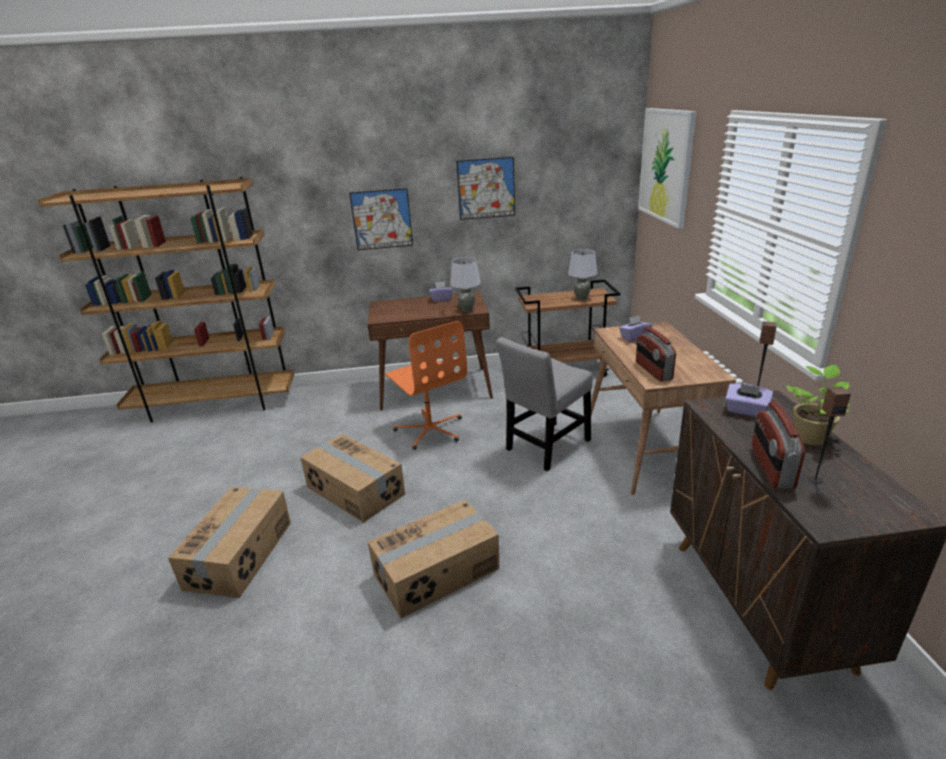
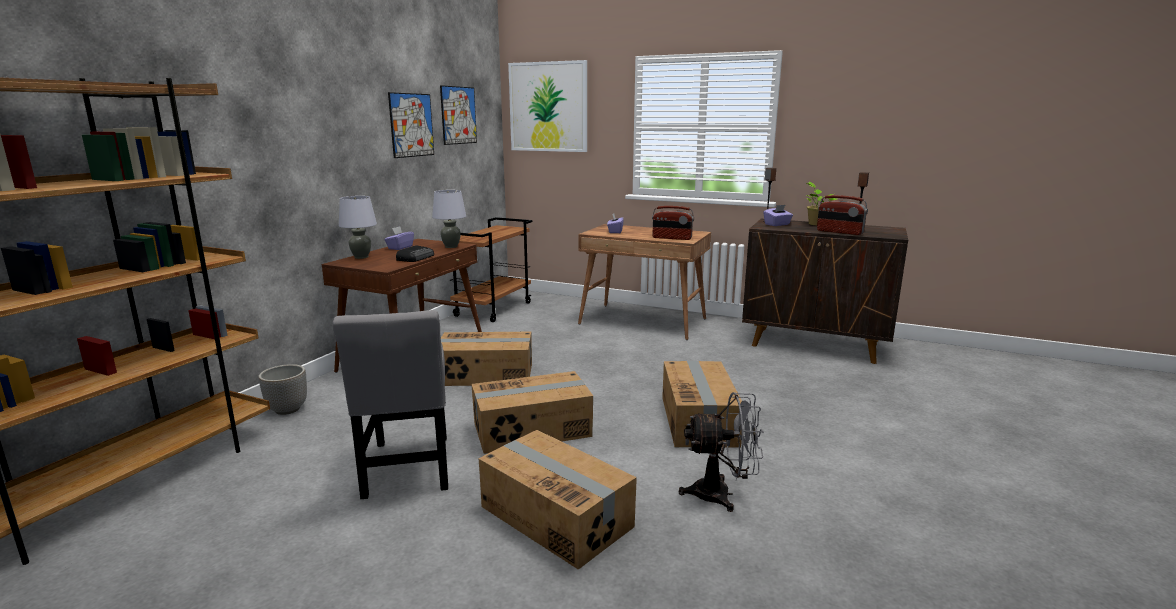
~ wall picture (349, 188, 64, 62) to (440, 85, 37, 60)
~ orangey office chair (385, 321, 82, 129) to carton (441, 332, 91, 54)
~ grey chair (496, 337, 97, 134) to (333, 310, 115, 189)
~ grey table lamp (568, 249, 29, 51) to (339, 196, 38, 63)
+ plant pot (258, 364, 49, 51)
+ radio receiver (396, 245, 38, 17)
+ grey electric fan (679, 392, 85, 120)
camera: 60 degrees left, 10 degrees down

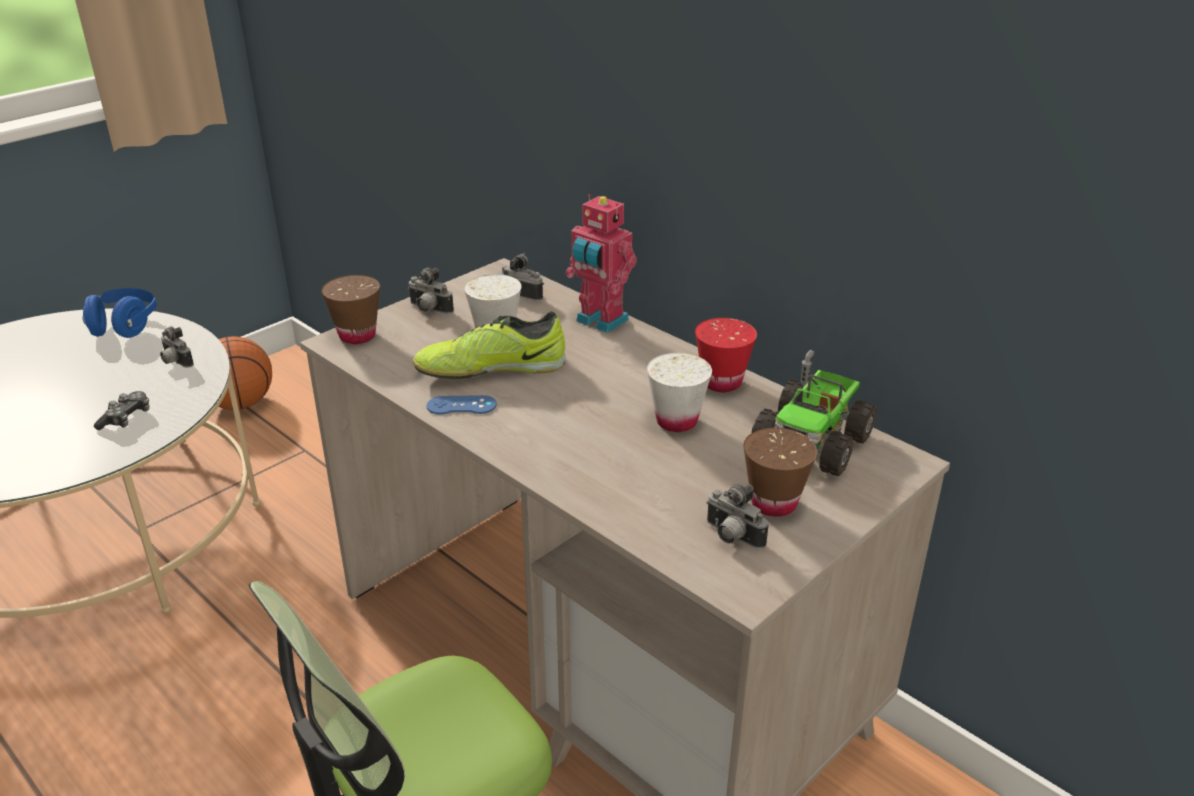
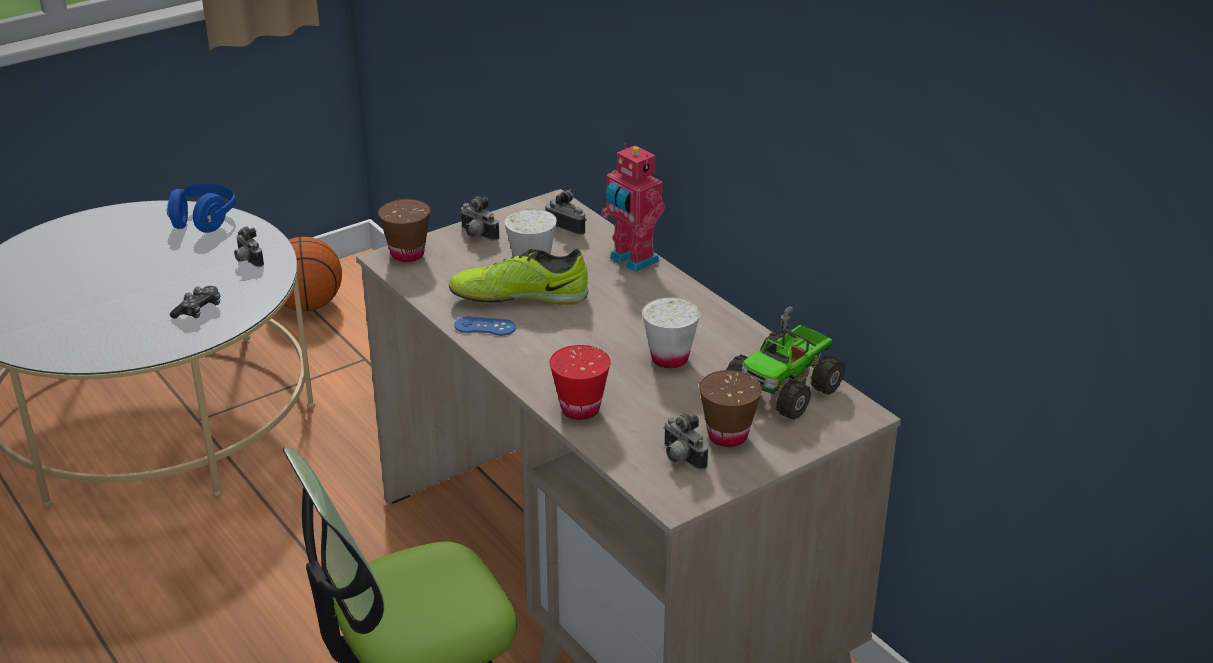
~ red drinking cup (695, 318, 62, 75) to (550, 345, 61, 75)
camera: 10 degrees right, 0 degrees up

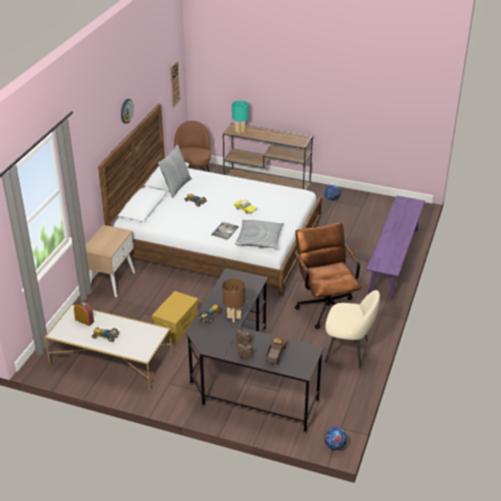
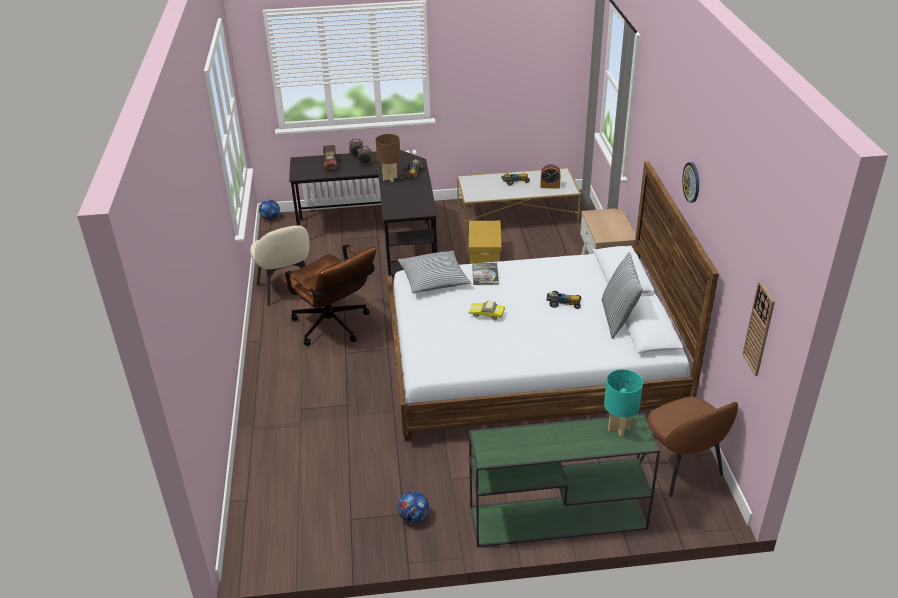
~ brown hall table (223, 123, 90, 67) to greenish hall table (469, 413, 191, 134)
~ beige-coloured chair (325, 290, 55, 79) = (250, 225, 60, 81) 105 degrees counterclockwise
- purplish long seat (366, 195, 59, 105)
camera: 155 degrees right, 0 degrees up

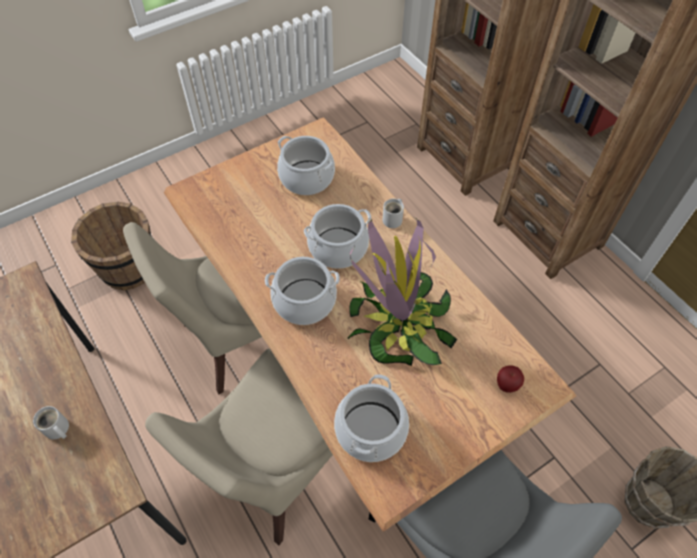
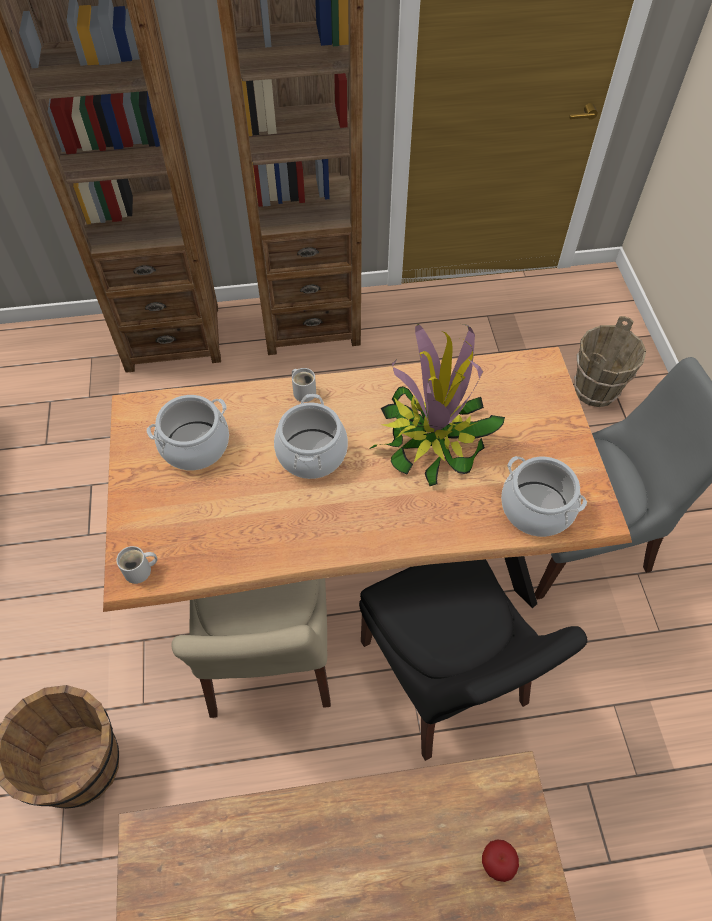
~ whitish tea mug (33, 406, 36, 33) to (116, 546, 41, 38)
~ beige-coloured chair (145, 349, 188, 196) to black-coloured chair (359, 559, 229, 202)
- saucepot (265, 257, 75, 68)
~ apple fruit (497, 365, 27, 28) to (482, 840, 37, 42)
camera: 65 degrees left, 0 degrees up

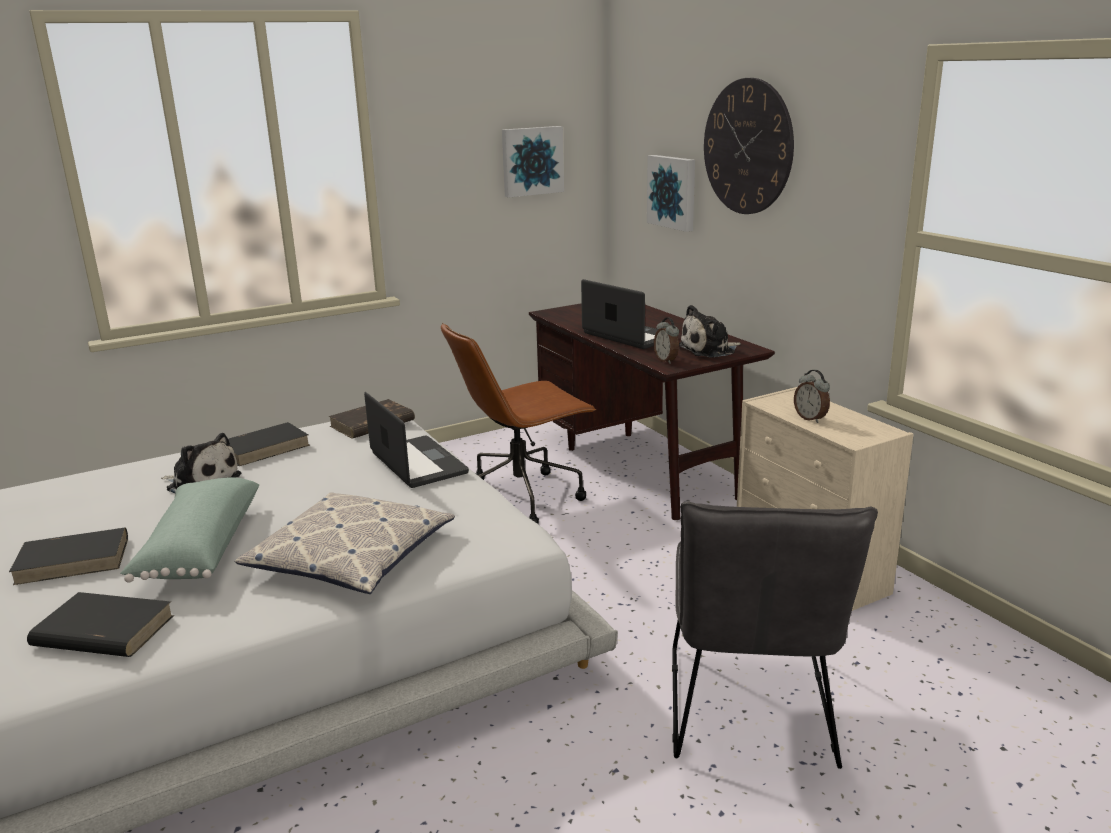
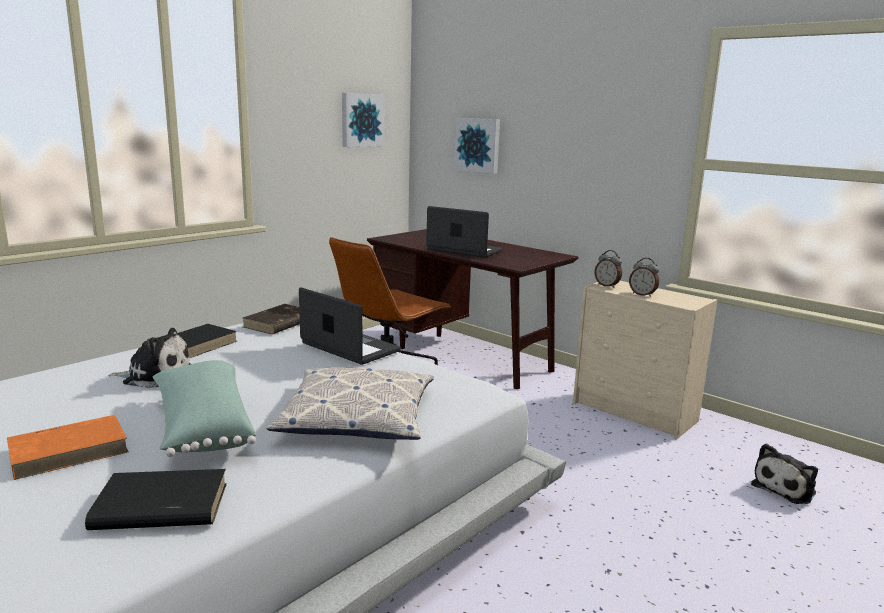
~ black-coloured bound book (9, 528, 119, 57) to orangey bound book (7, 415, 122, 65)
~ bedside clock (654, 317, 25, 47) to (595, 250, 27, 38)
- grey chair (672, 502, 206, 267)
~ cuddly toy (679, 305, 62, 53) to (751, 444, 67, 60)
- clock on the wall (704, 78, 90, 136)
camera: 20 degrees left, 5 degrees down

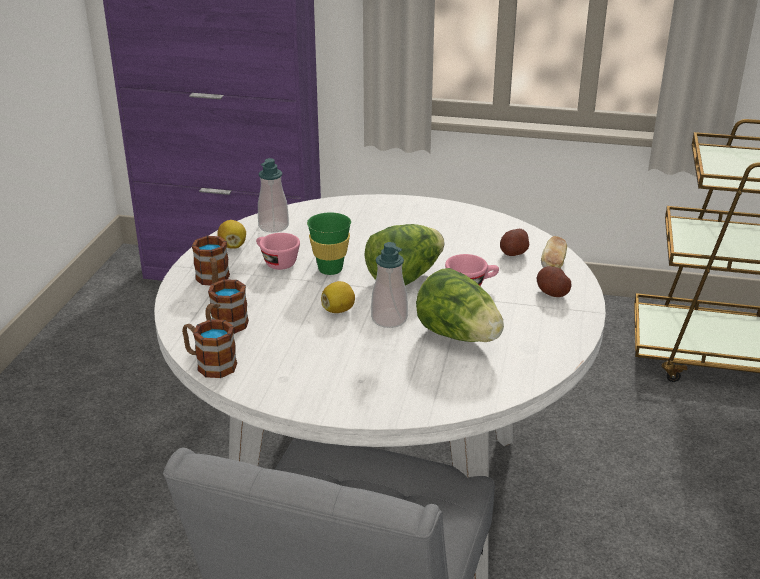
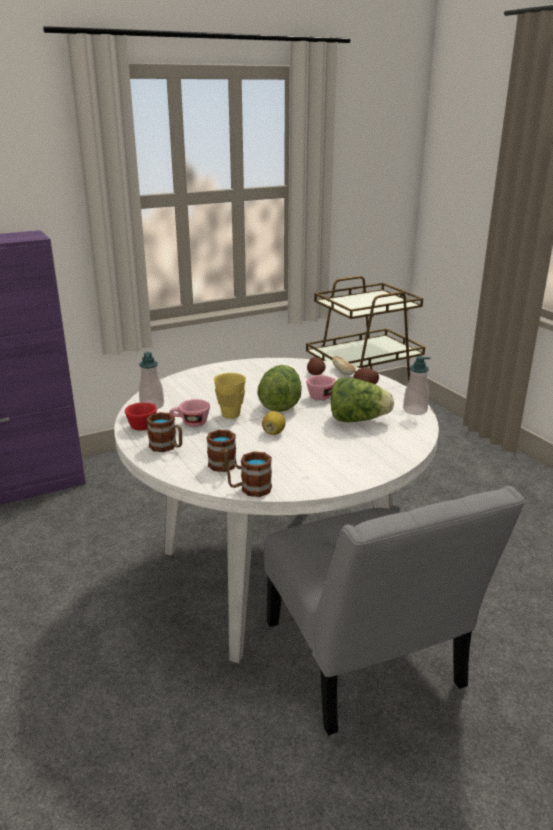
~ whole lemon (217, 220, 29, 29) to red drinking cup (125, 402, 32, 29)
~ greenish drinking cup (307, 213, 44, 62) to yellow-coloured drinking cup (213, 373, 33, 46)
~ liquid soap bottle (371, 242, 37, 86) to (403, 356, 28, 59)
camera: 40 degrees left, 5 degrees down

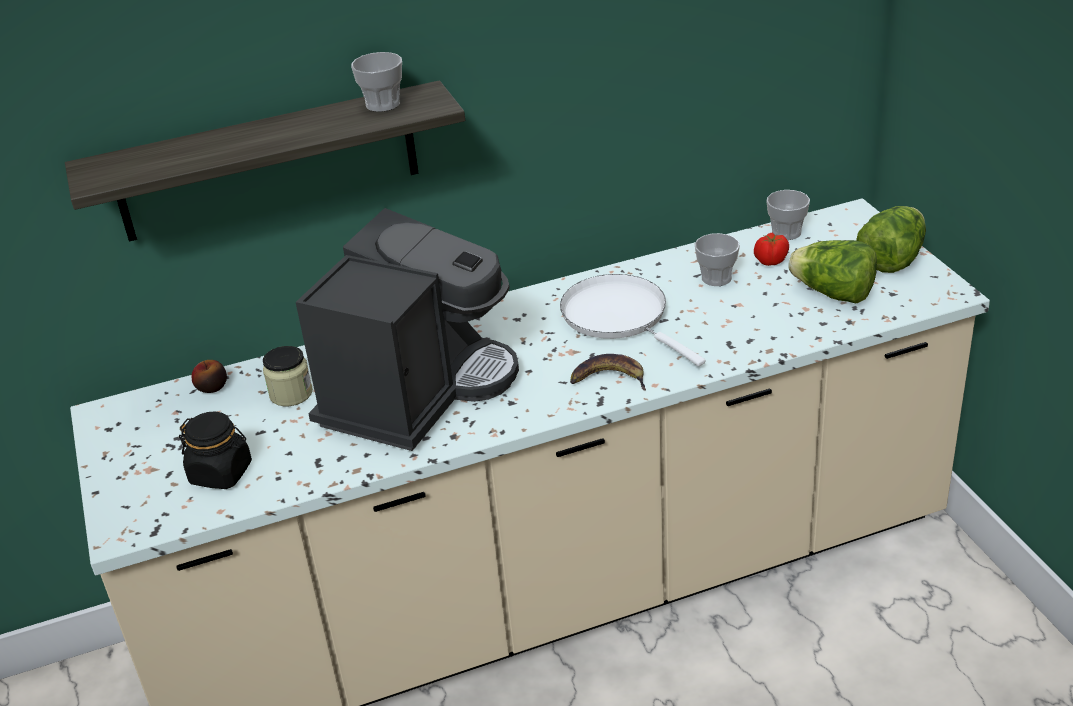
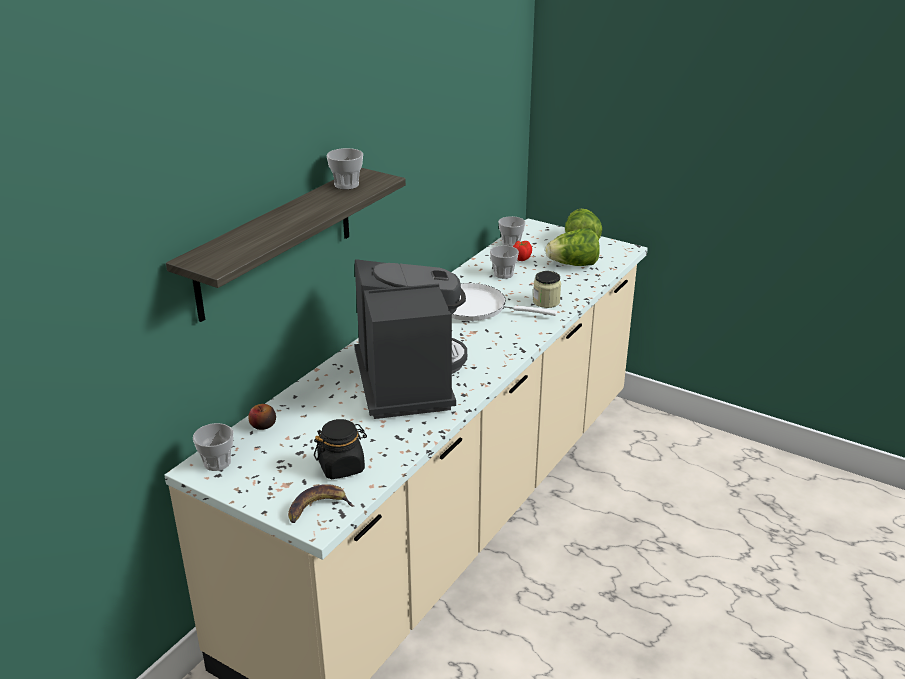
~ storage jar (263, 346, 50, 60) to (533, 271, 28, 37)
~ whole banana (570, 354, 76, 37) to (288, 484, 66, 39)
+ drinking cup (193, 423, 40, 48)
camera: 40 degrees left, 5 degrees down

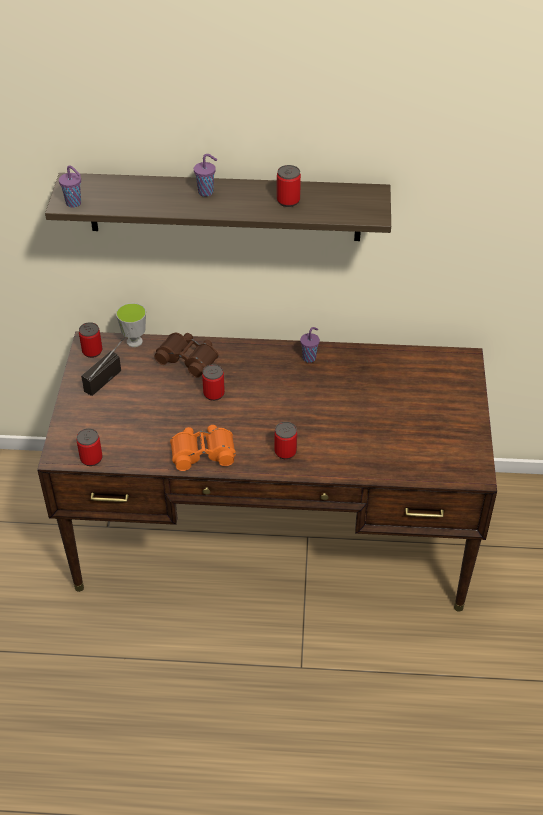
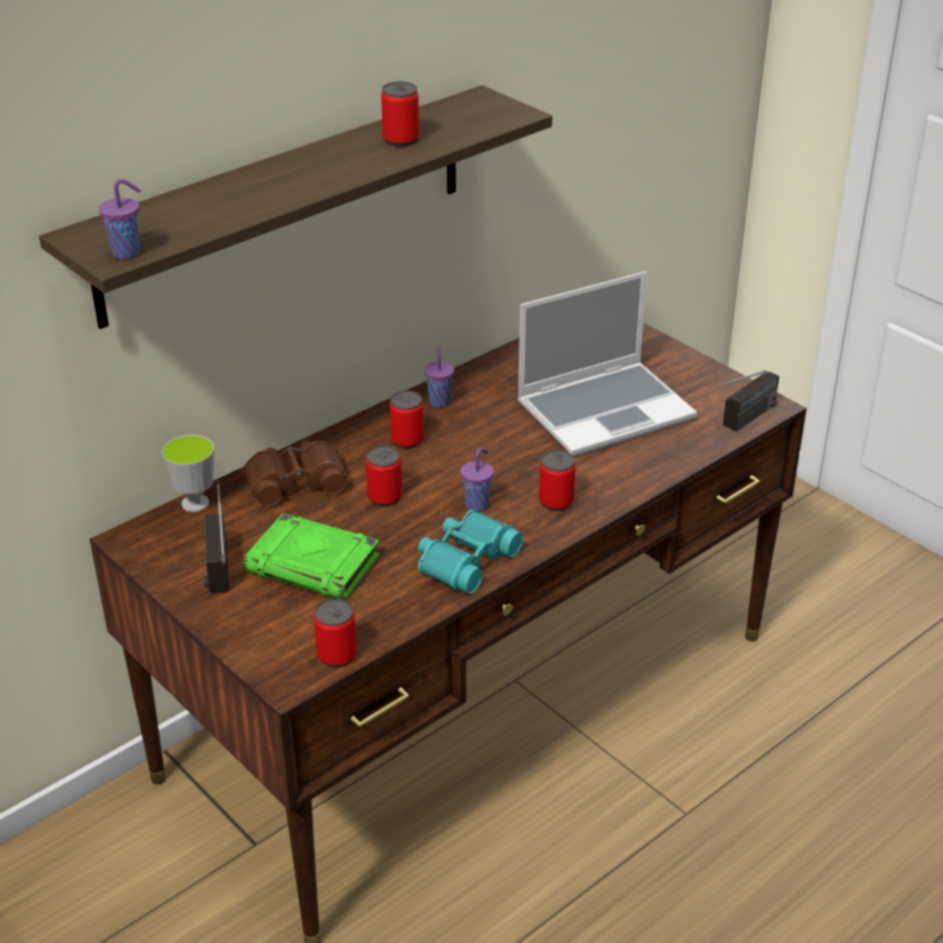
~ metal can (79, 322, 23, 36) to (390, 391, 34, 57)
~ orangey pair of binoculars (170, 425, 66, 46) to turquoise pair of binoculars (418, 510, 105, 84)
~ purplish drinking cup (194, 154, 23, 43) to (461, 447, 33, 65)
+ greenish bound book (243, 513, 137, 87)
+ notebook computer (517, 271, 180, 186)
+ radio receiver (707, 370, 72, 62)
camera: 45 degrees left, 10 degrees down

